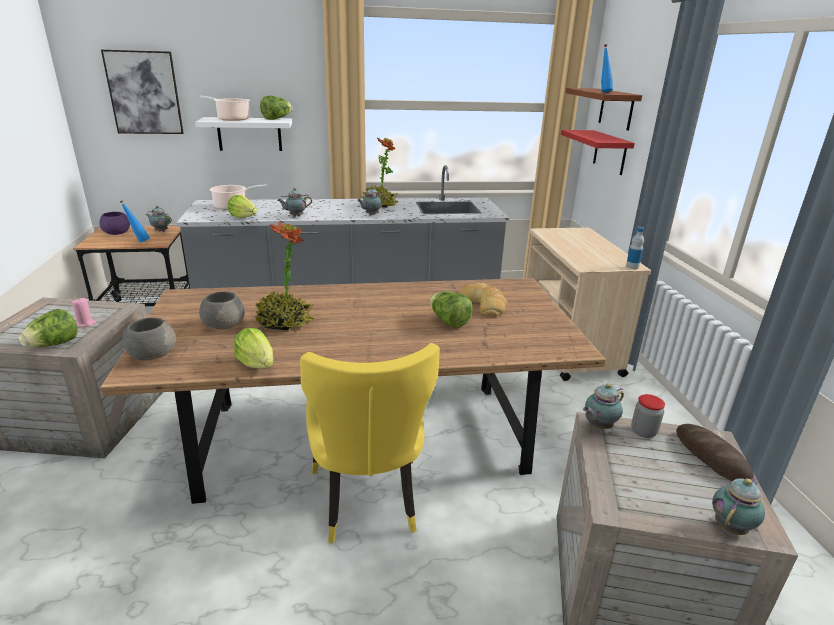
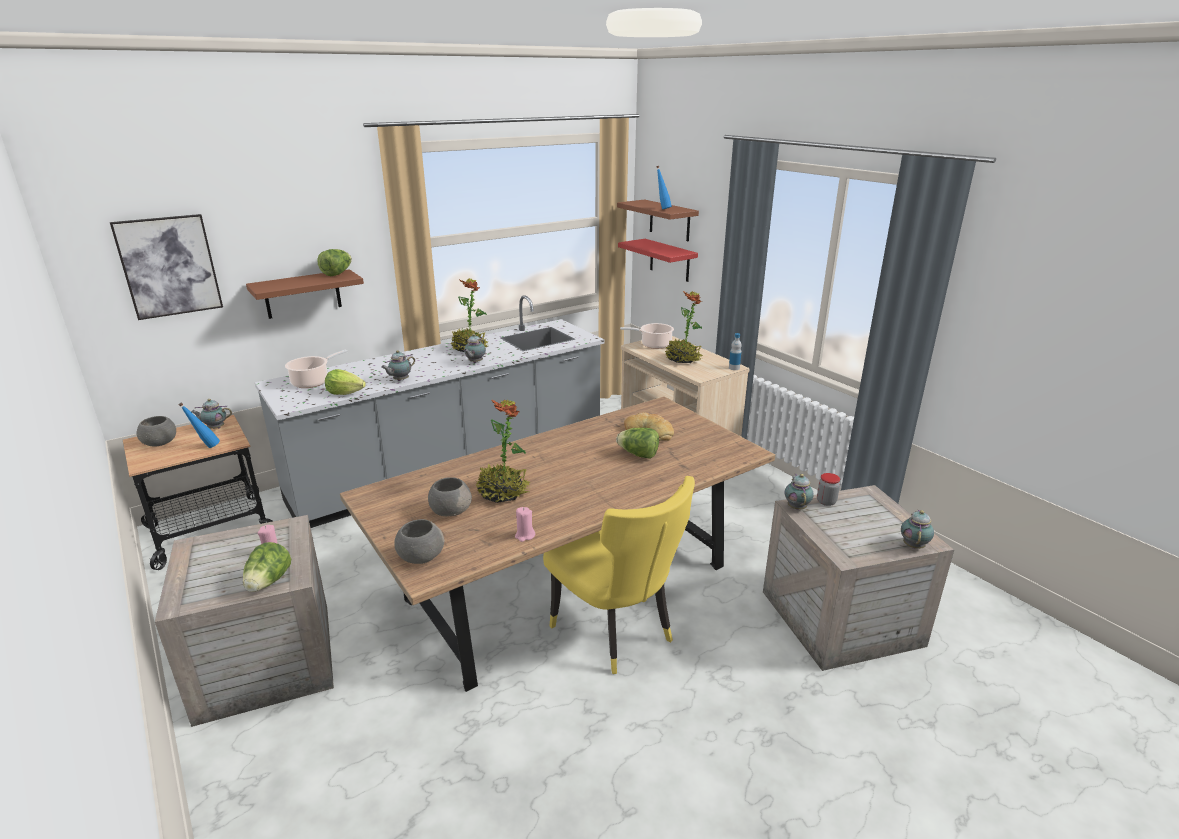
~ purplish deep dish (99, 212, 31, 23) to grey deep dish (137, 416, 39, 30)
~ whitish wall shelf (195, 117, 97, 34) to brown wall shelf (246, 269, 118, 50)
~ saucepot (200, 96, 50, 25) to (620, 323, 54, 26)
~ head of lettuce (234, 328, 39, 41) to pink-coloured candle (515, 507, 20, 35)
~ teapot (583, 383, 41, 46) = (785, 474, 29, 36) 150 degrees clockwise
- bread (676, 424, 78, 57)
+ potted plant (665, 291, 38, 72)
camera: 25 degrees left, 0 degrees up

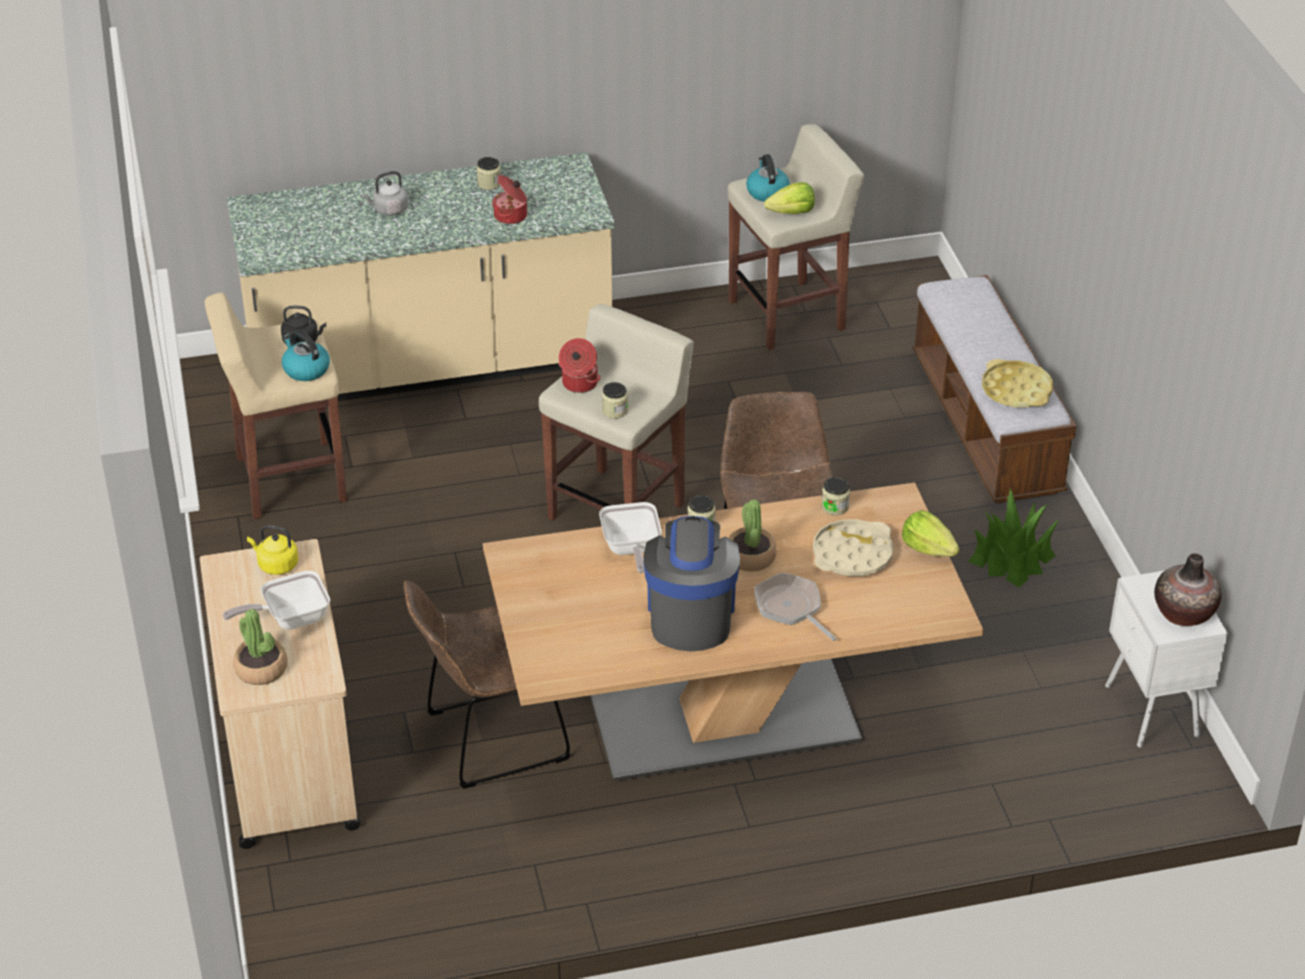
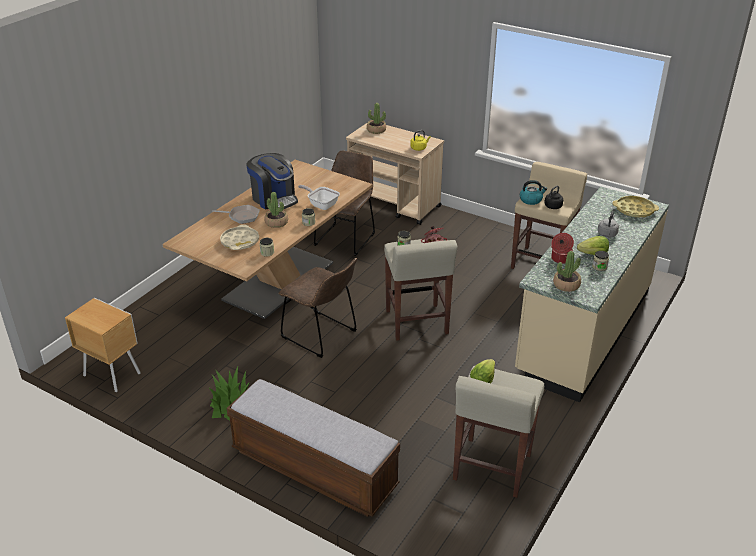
- pan (223, 571, 107, 59)
- water kettle (746, 154, 44, 48)
~ head of lettuce (902, 510, 58, 47) to (577, 236, 32, 19)
~ yellow-coloured tray (982, 359, 71, 49) to (612, 196, 47, 22)
~ whitish night table (1105, 571, 123, 177) to brown night table (65, 298, 76, 94)
- flower vase (1154, 553, 68, 73)
+ potted plant (553, 251, 28, 41)
camera: 135 degrees right, 5 degrees down

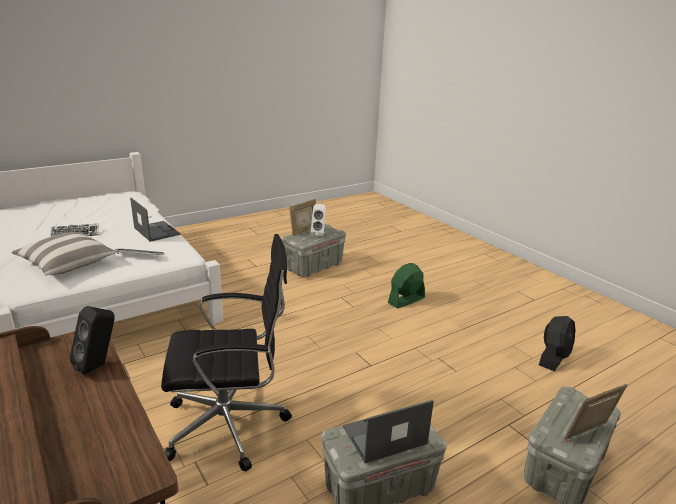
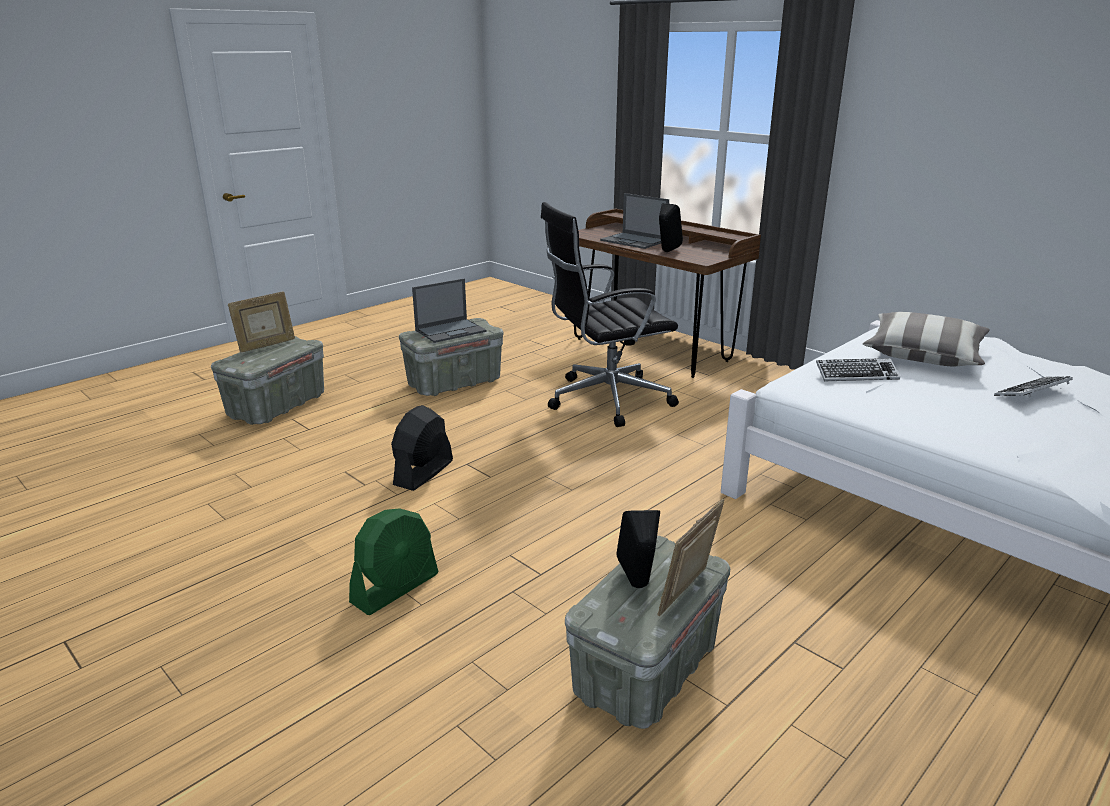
~ notebook computer (130, 198, 51, 44) to (600, 193, 69, 56)
~ whitish audio speaker (311, 204, 14, 33) to black-coloured audio speaker (616, 510, 44, 78)
~ black-coloured electric fan (539, 316, 37, 55) to (391, 405, 62, 86)
camera: 170 degrees right, 0 degrees up

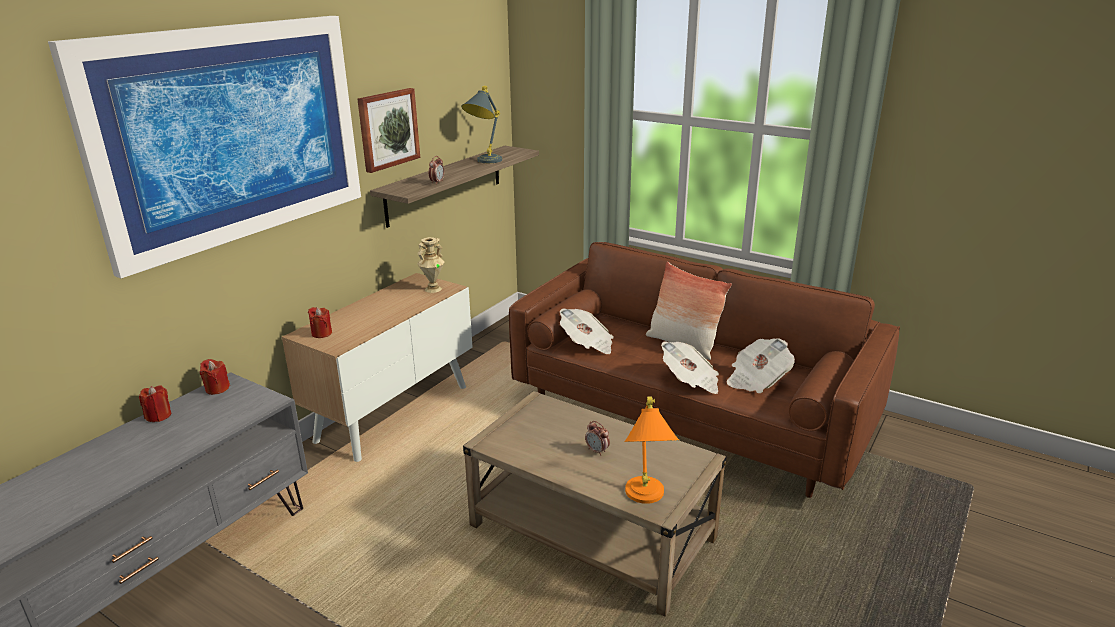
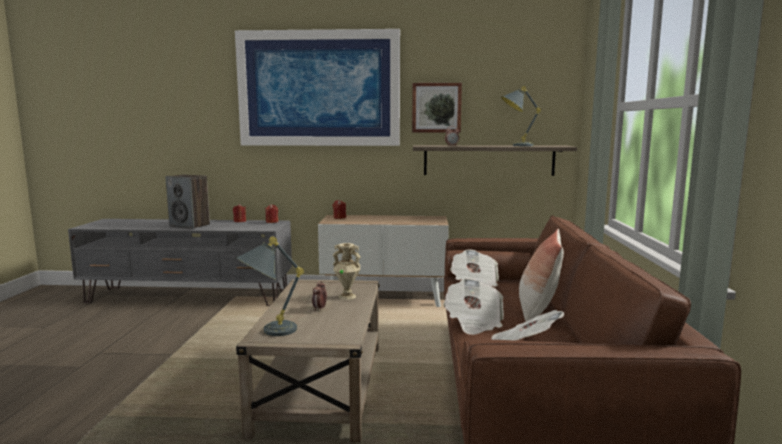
~ beige-coloured flower vase (417, 237, 28, 56) to (333, 243, 28, 57)
~ orangey table lamp (624, 397, 55, 107) to grey table lamp (236, 236, 68, 100)
+ audio speaker (165, 175, 45, 54)
camera: 60 degrees right, 15 degrees down

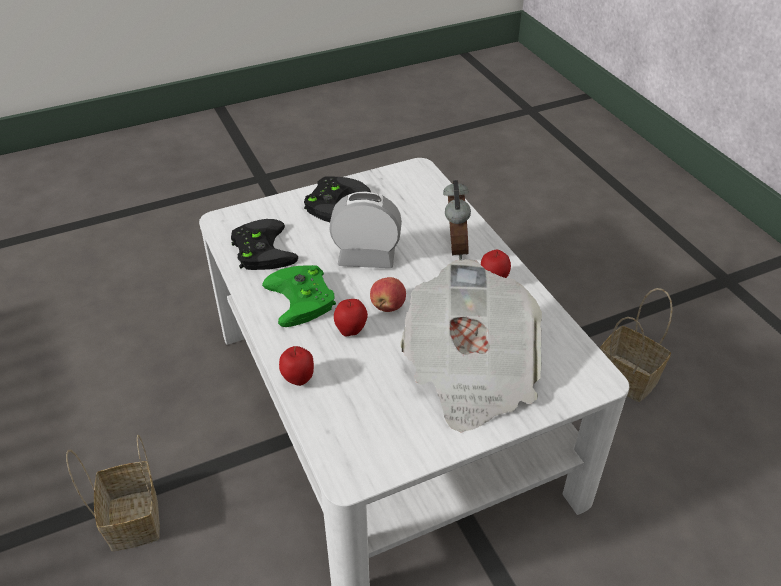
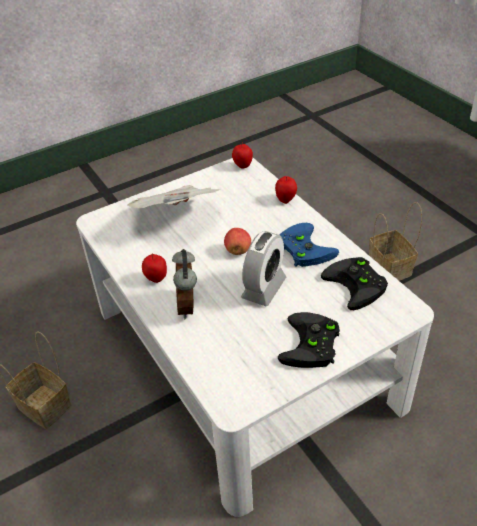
~ greenish gamepad (262, 265, 74, 62) to bluish gamepad (279, 223, 60, 44)
~ bedside clock (329, 191, 73, 77) = (241, 231, 45, 75) 60 degrees counterclockwise
~ apple fruit (334, 299, 34, 38) to (232, 142, 21, 27)
camera: 175 degrees right, 0 degrees up

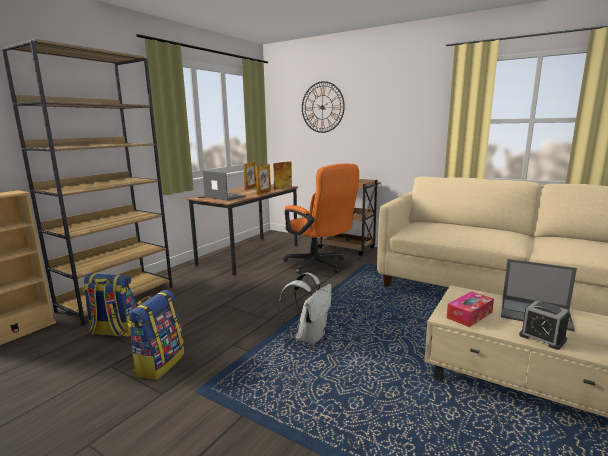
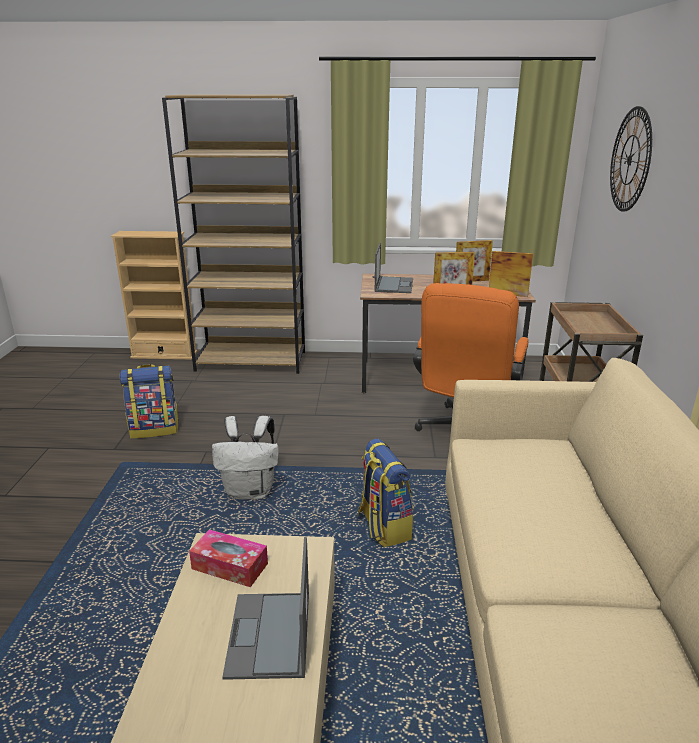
~ backpack (83, 274, 53, 63) to (357, 439, 56, 109)
- bedside clock (519, 300, 51, 50)
camera: 60 degrees right, 10 degrees up

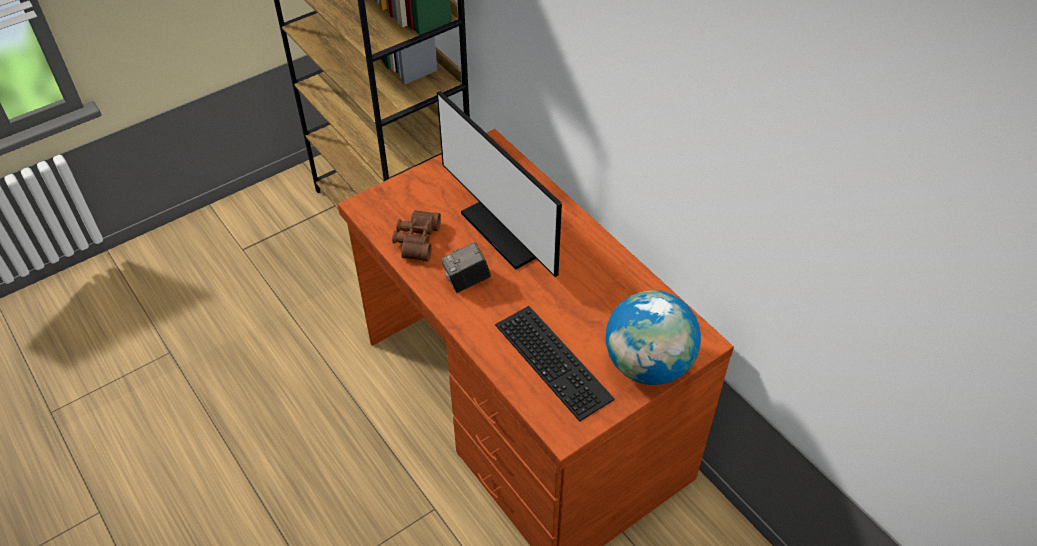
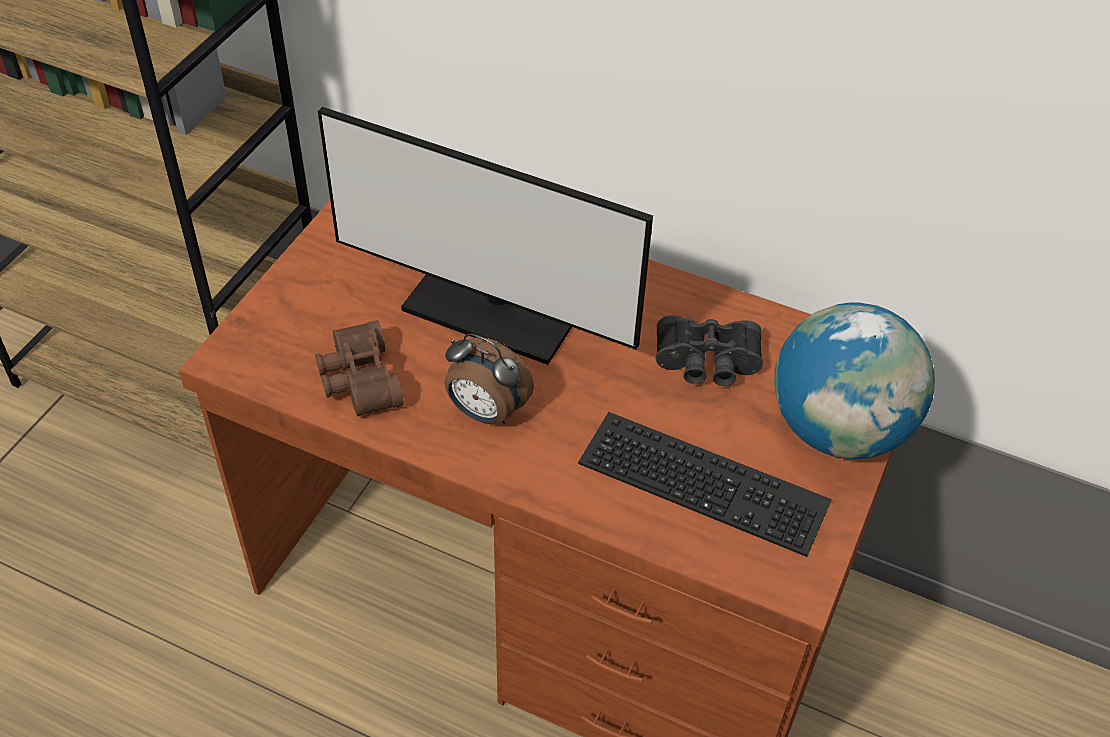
~ photo camera (441, 242, 50, 51) to bedside clock (444, 334, 90, 90)
+ black-coloured pair of binoculars (656, 315, 107, 71)
camera: 30 degrees left, 0 degrees up

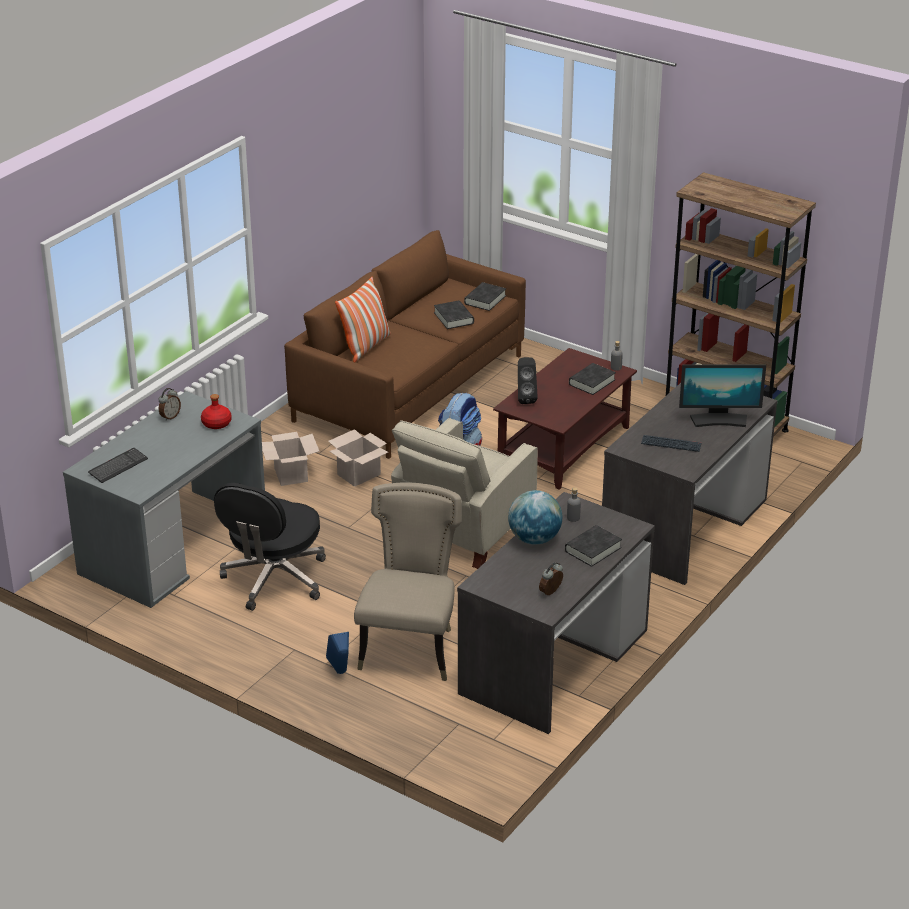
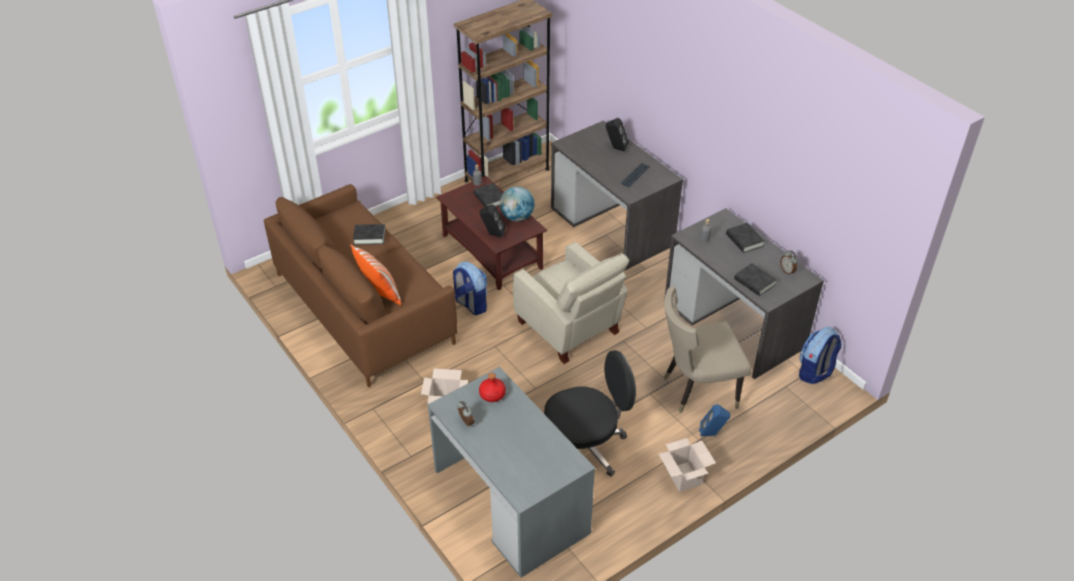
- computer keyboard (88, 448, 60, 35)
~ black-coloured office chair (214, 483, 112, 128) = (544, 350, 92, 127) 60 degrees counterclockwise
~ carton (328, 429, 60, 58) to (659, 438, 57, 54)
~ beige-coloured chair (354, 482, 108, 199) = (664, 286, 88, 127) 45 degrees counterclockwise
~ black-coloured bound book (464, 282, 42, 29) to (734, 263, 43, 33)
~ world globe (508, 490, 54, 55) to (500, 186, 35, 35)
~ computer screen (679, 365, 87, 62) to black-coloured audio speaker (606, 118, 23, 34)
+ backpack (799, 327, 43, 57)
camera: 70 degrees left, 10 degrees up

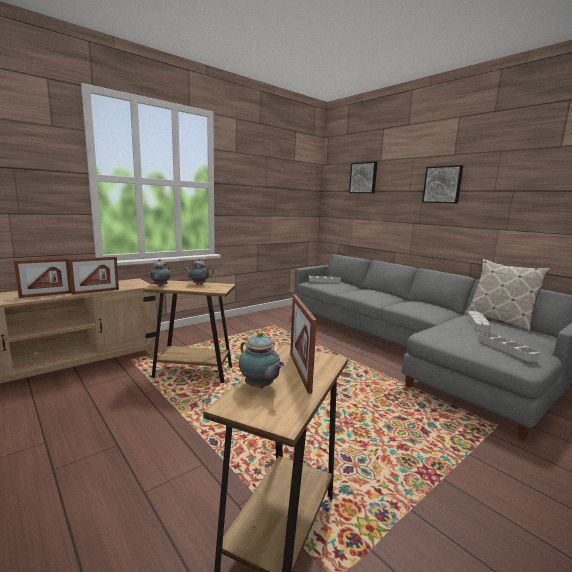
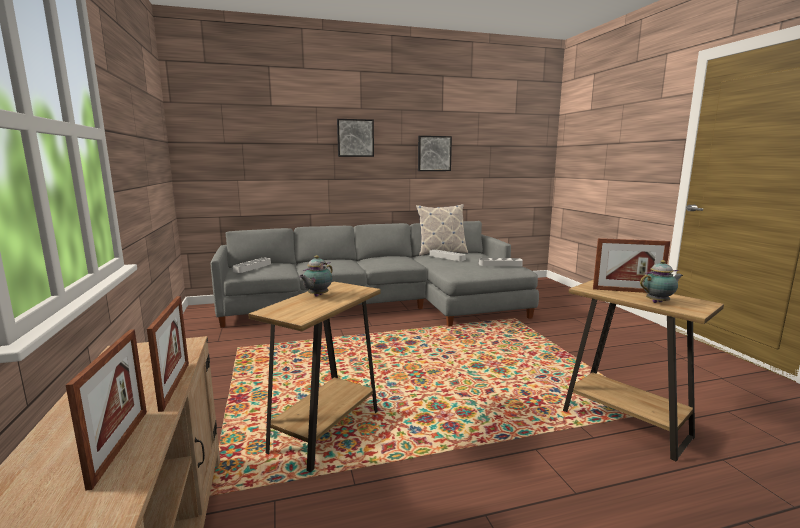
- teapot (149, 259, 22, 28)
~ wall picture (349, 161, 28, 32) to (418, 136, 34, 35)
camera: 65 degrees left, 0 degrees up

